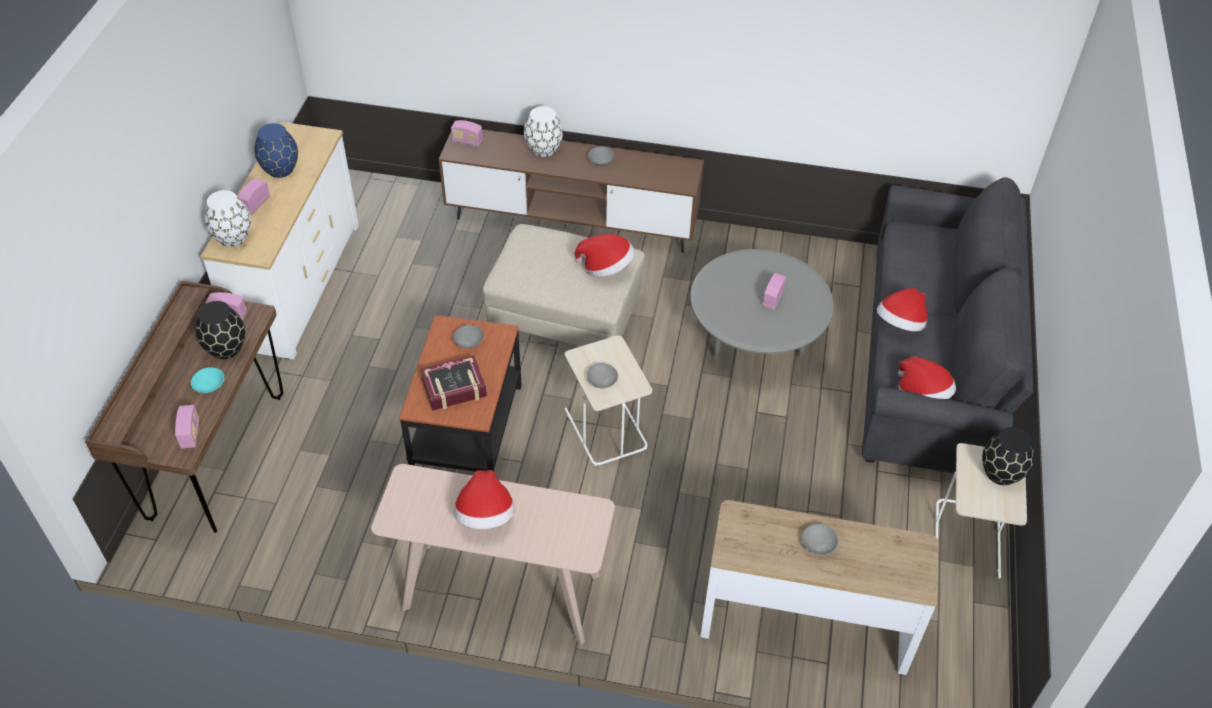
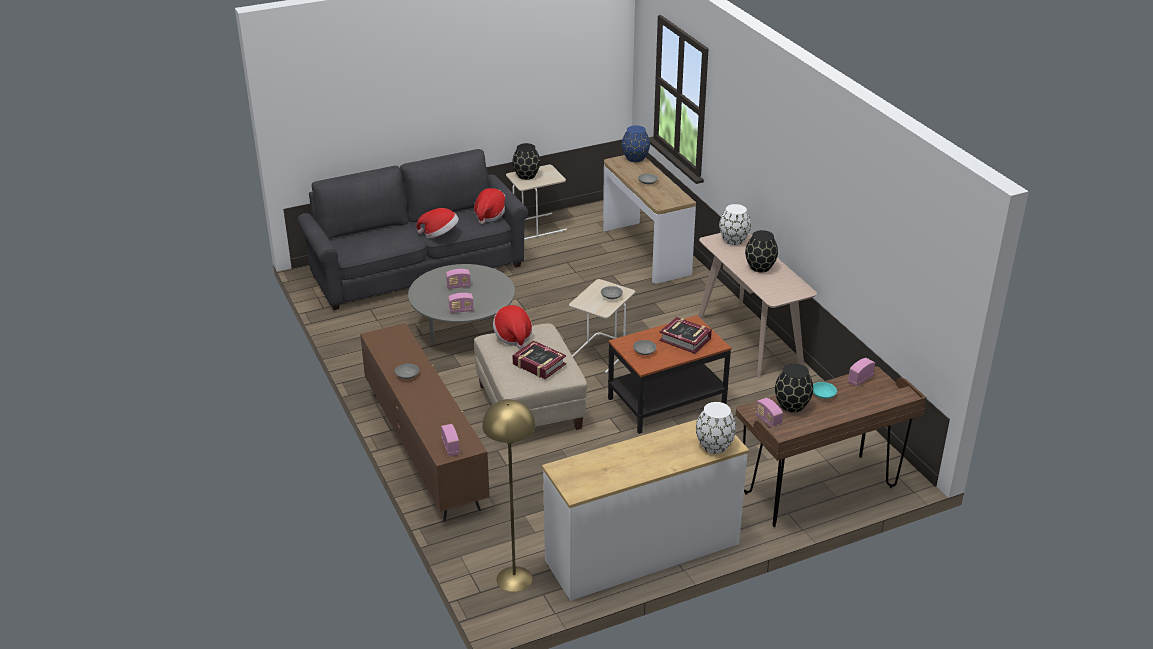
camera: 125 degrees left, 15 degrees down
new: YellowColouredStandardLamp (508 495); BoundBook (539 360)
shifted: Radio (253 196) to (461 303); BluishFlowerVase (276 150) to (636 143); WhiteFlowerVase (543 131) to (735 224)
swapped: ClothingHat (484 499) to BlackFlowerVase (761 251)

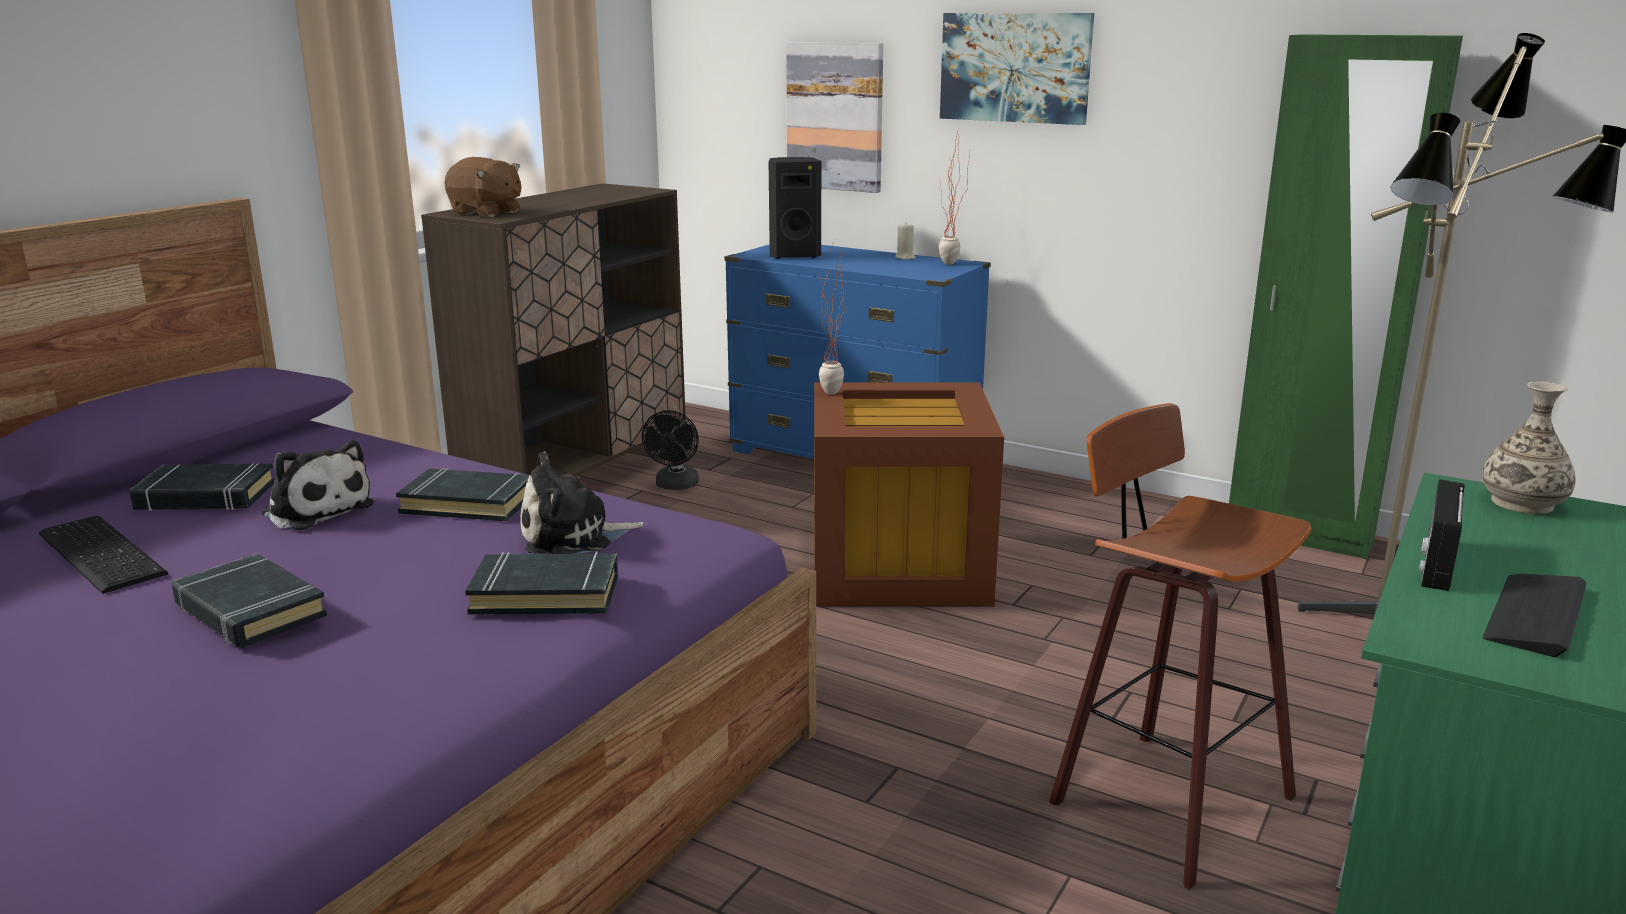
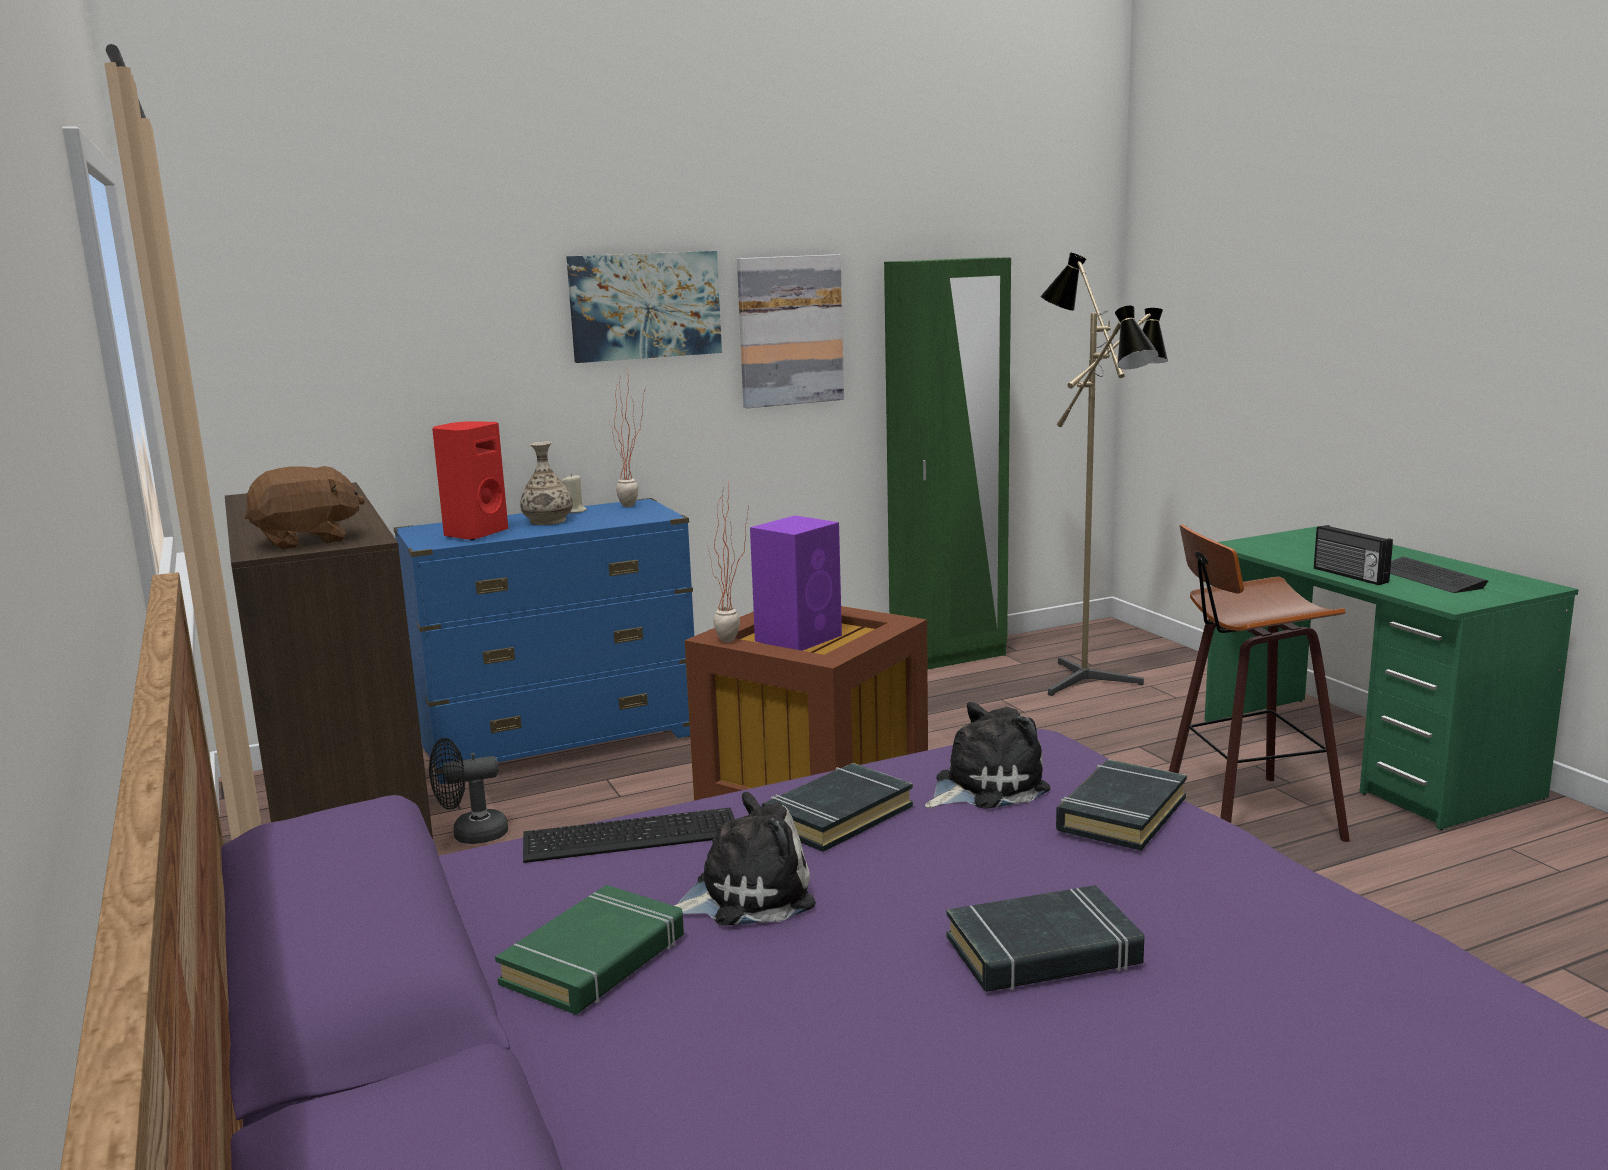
camera: 55 degrees left, 5 degrees down
new: PurpleColouredLoudspeaker (796 583)
shifted: FlowerVase (1529 448) to (546 483); PcKeyboard (103 555) to (629 835); Picture (834 117) to (790 331)
repainted: BlackLoudspeaker (795 208) to RedLoudspeaker (470 481); BlackBoundBook (202 487) to GreenBoundBook (589 950)
rotated: BlackCoolingFan (670 450) = (468 791) 120 degrees clockwise; SoftToy (582 502) = (987 755) 135 degrees counterclockwise

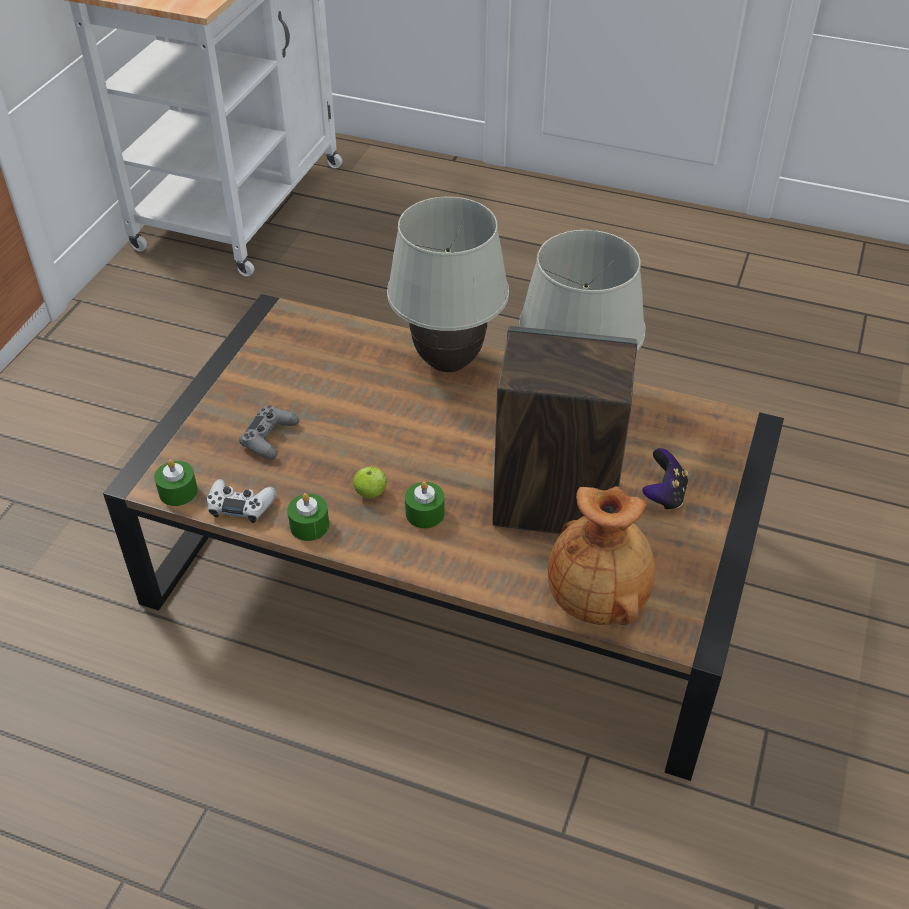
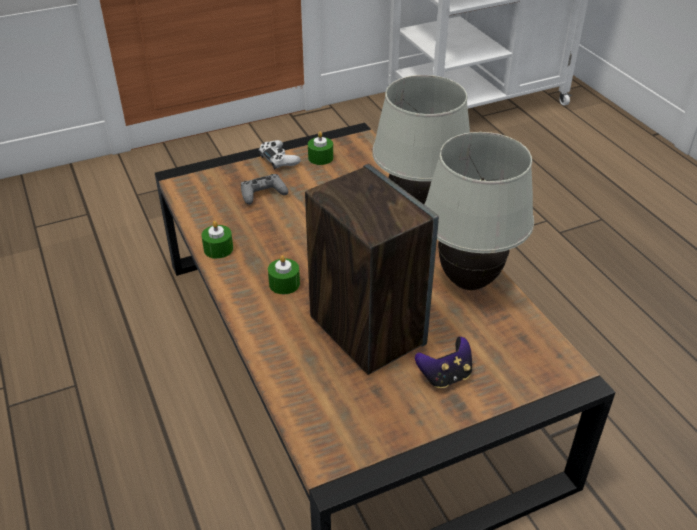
camera: 45 degrees right, 5 degrees down
gone: AppleFruit (370 482); BrownColouredFlowerVase (601 555)
shifted: WhiteJoypad (241 501) to (279 155); GreenWaxCandle (176 482) to (320 148)

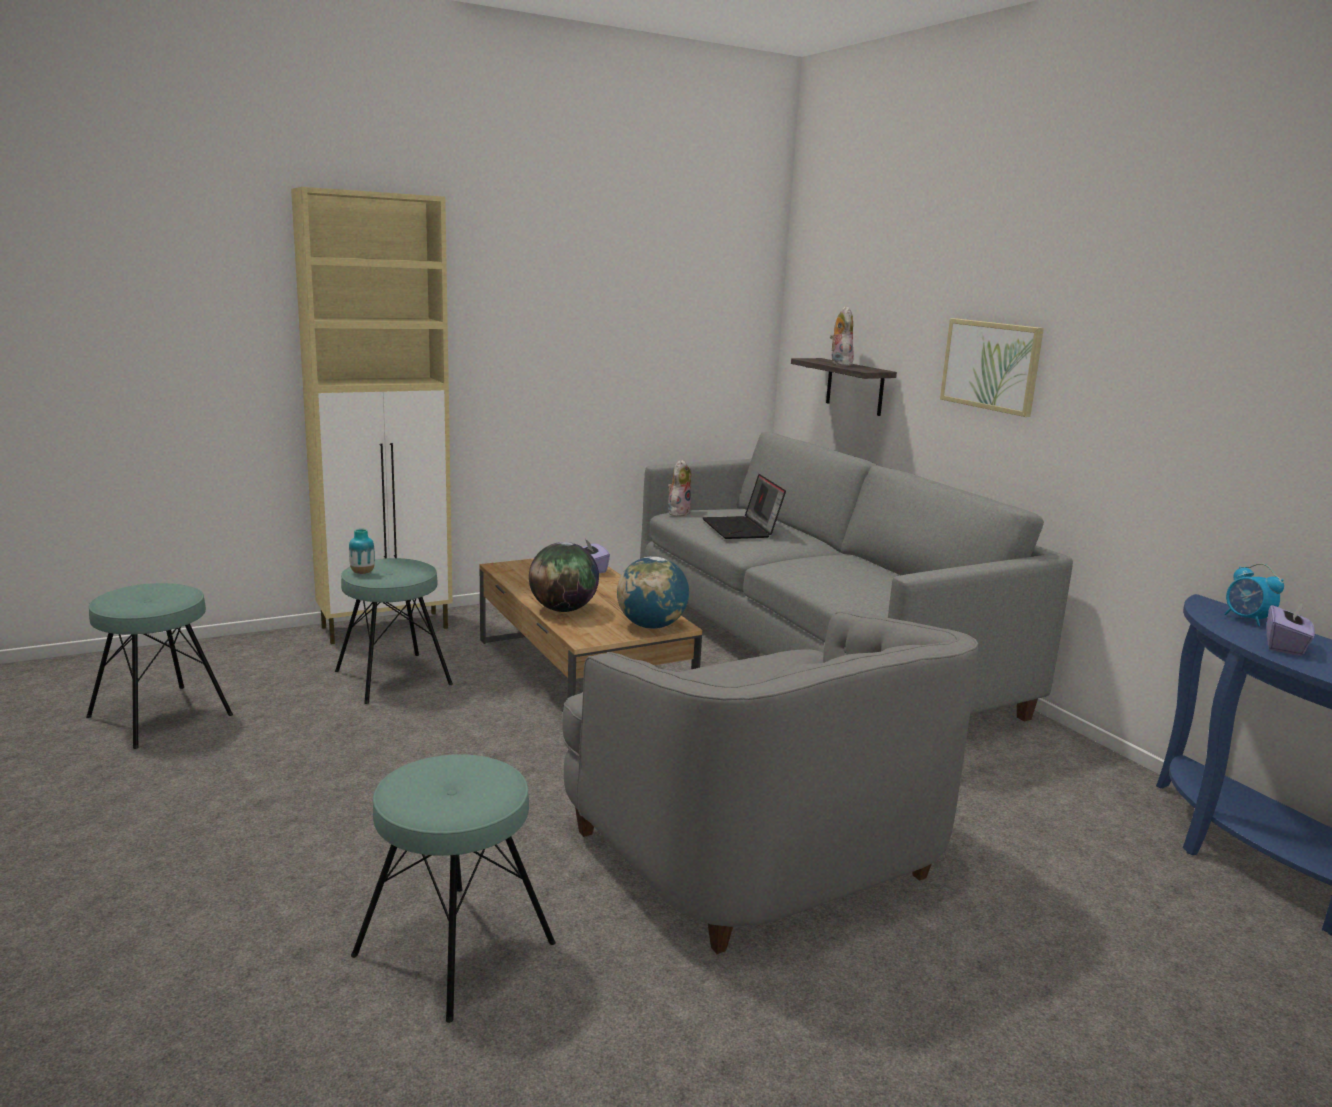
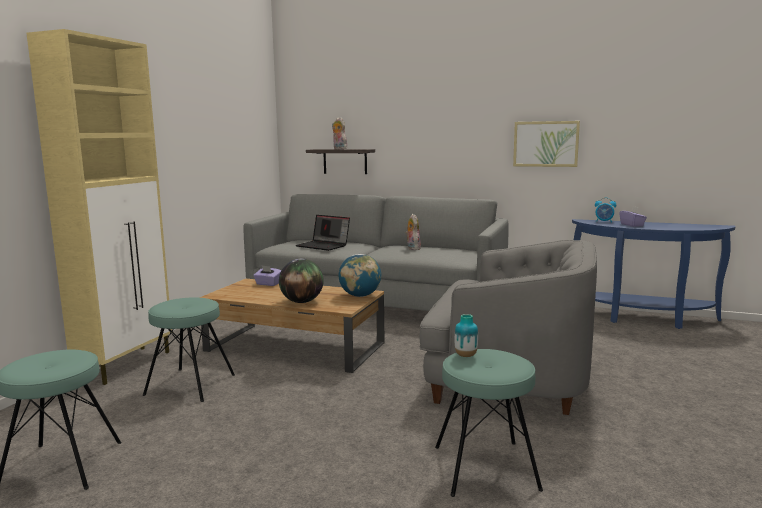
camera: 40 degrees left, 5 degrees down
shifted: SoftToy (679 488) to (413 232); FlowerVase (362 551) to (466 335); Picture (992 367) to (546 144)

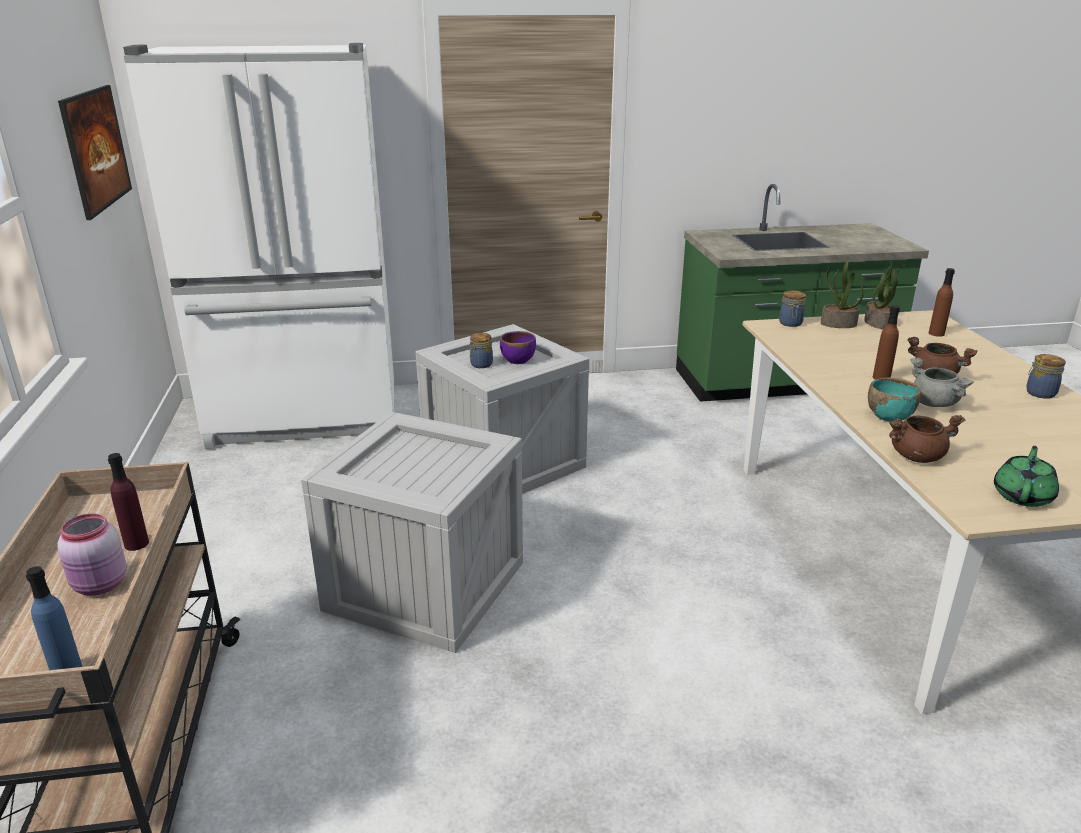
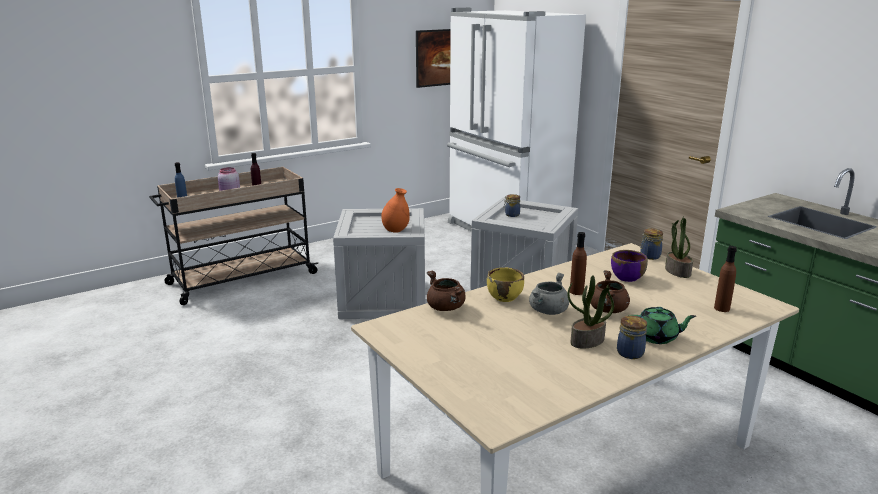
camera: 65 degrees right, 5 degrees down
new: OrangeyFlowerVase (395 210)
shifted: Houseplant (884 295) to (591 311); PurpleColouredServingBowl (518 347) to (629 266); GreenTeaPot (1026 476) to (662 325)
repainted: TurquoiseColouredServingBowl (894 400) to YellowColouredServingBowl (505 284)

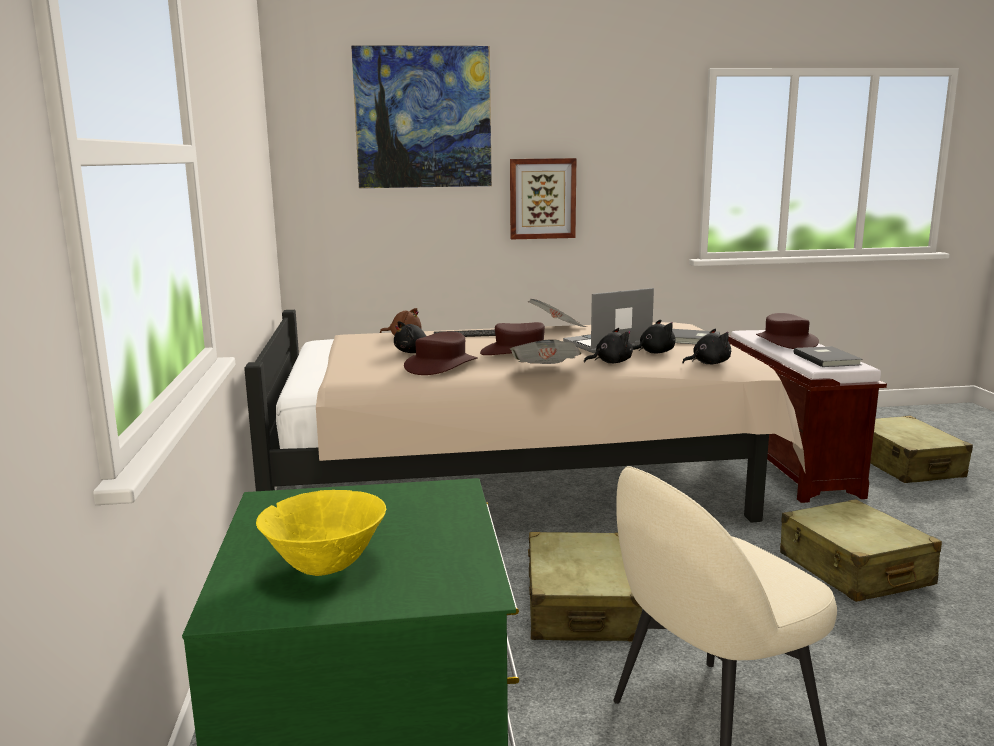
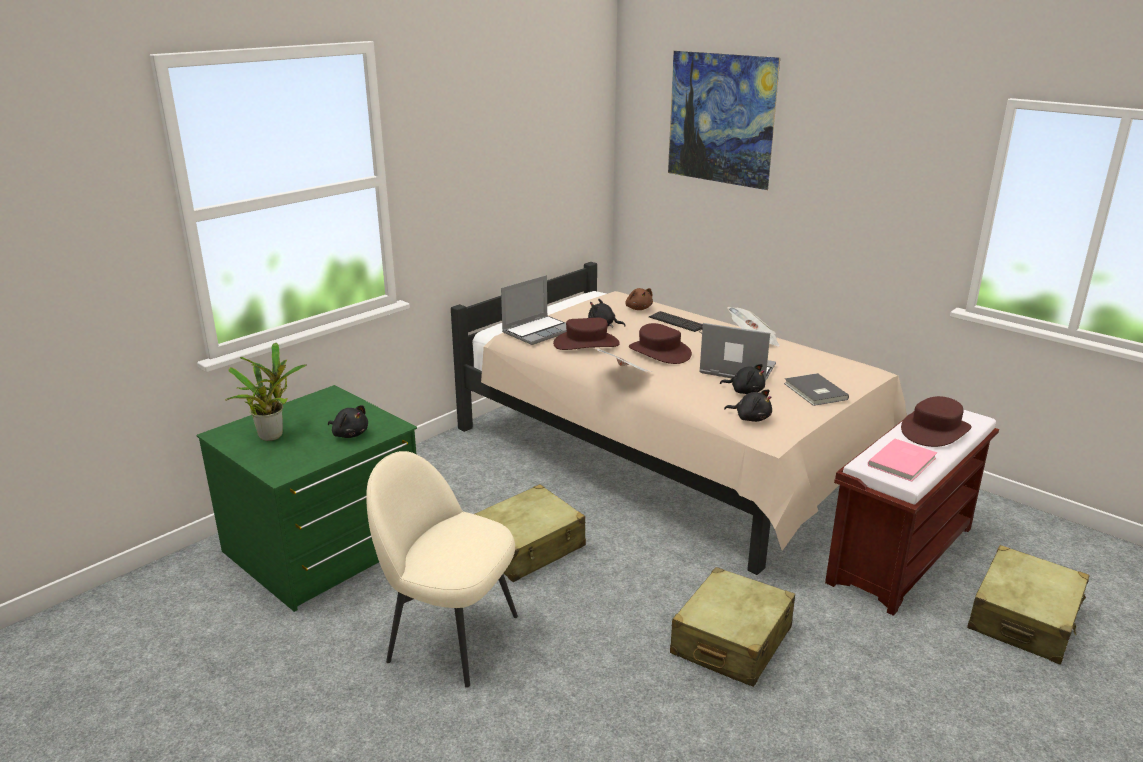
camera: 50 degrees right, 10 degrees up
gone: Picture (543 198)
new: PortableComputer (534 310)
shifted: BlackSoftToy (608 346) to (348 421)
swapped: YellowColouredServingBowl (321 533) to Houseplant (265 392)
repainted: GrayBoundBook (828 356) to PinkishBoundBook (902 460)

